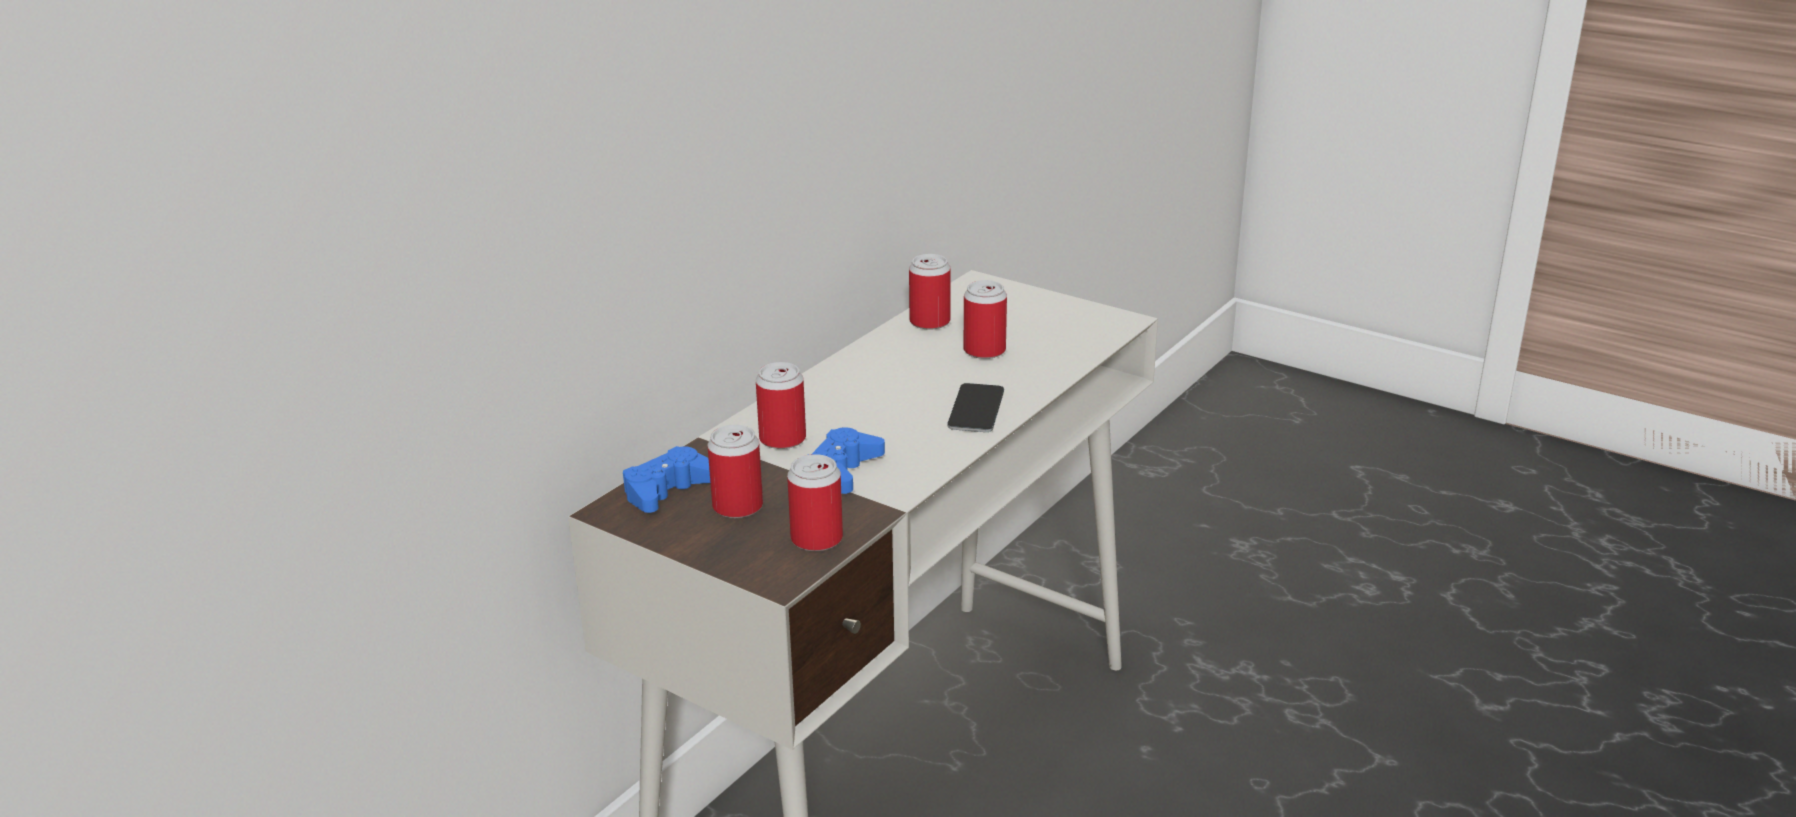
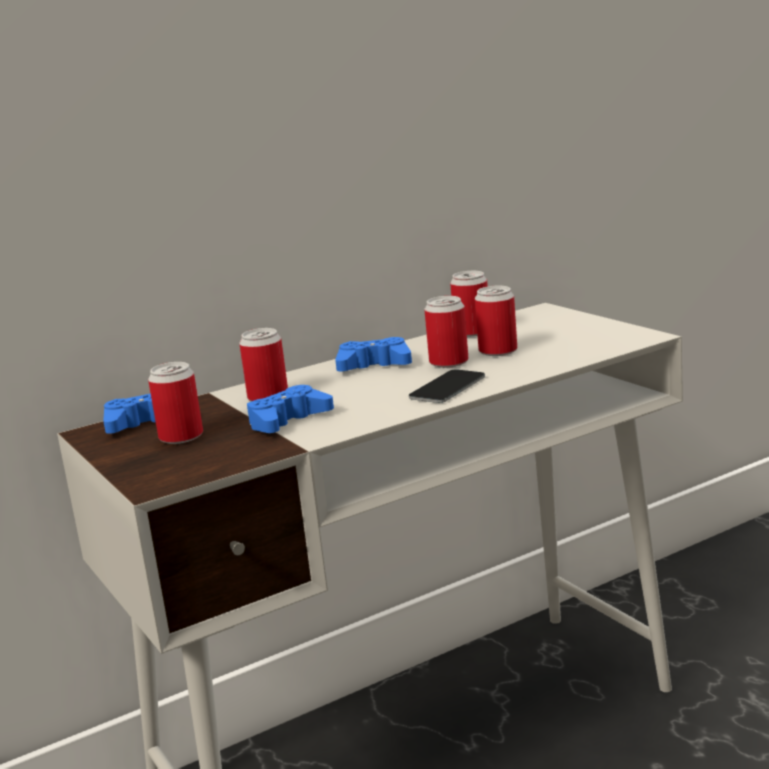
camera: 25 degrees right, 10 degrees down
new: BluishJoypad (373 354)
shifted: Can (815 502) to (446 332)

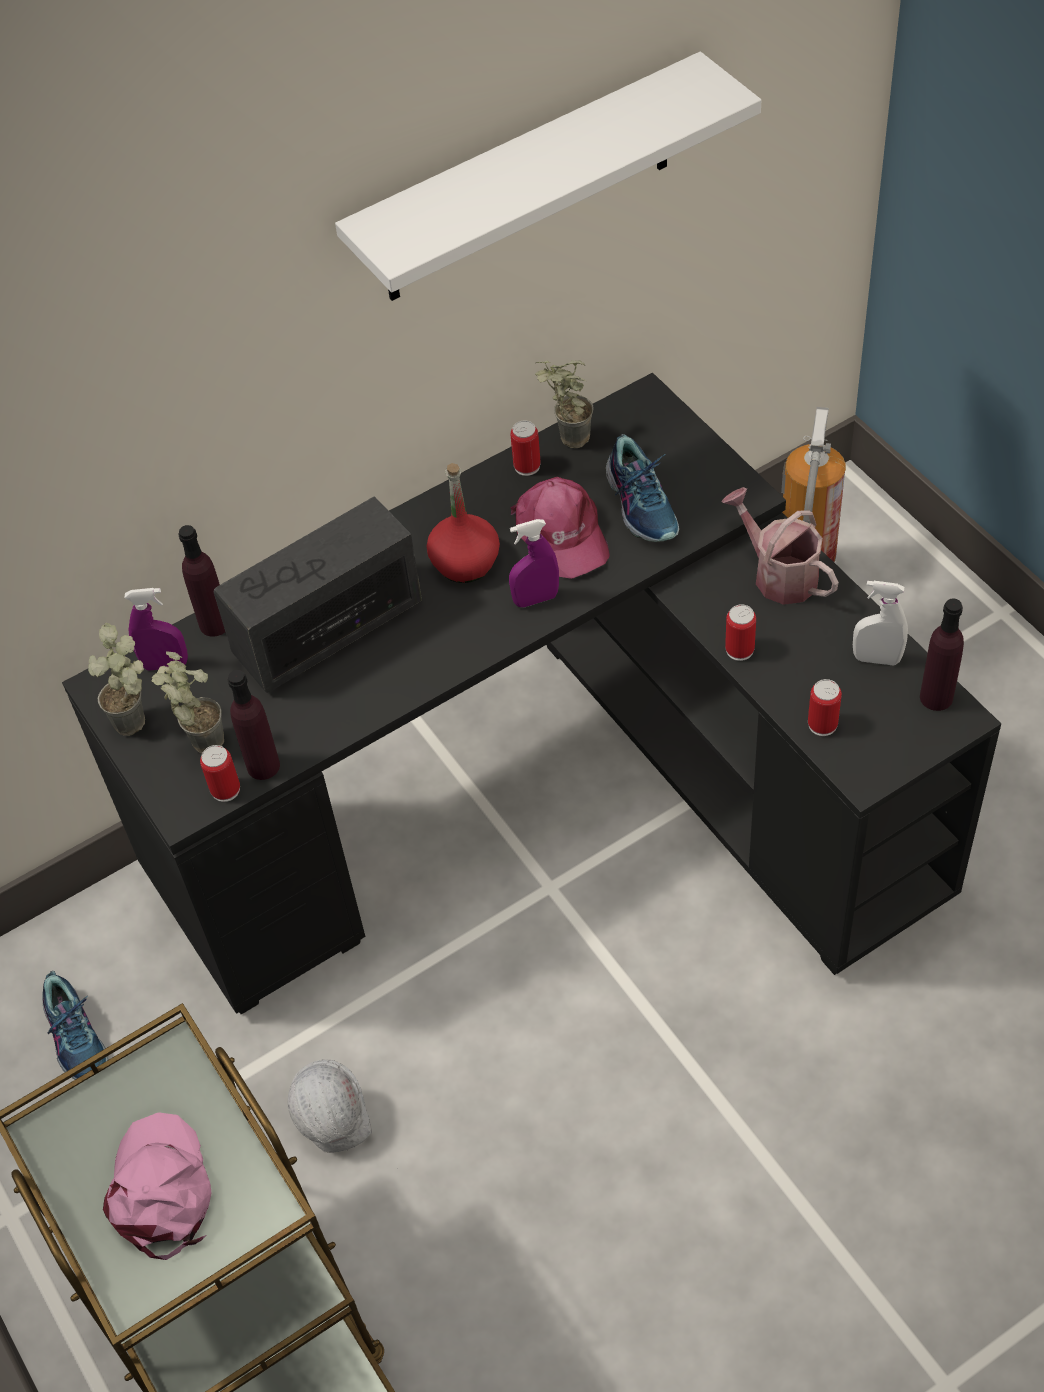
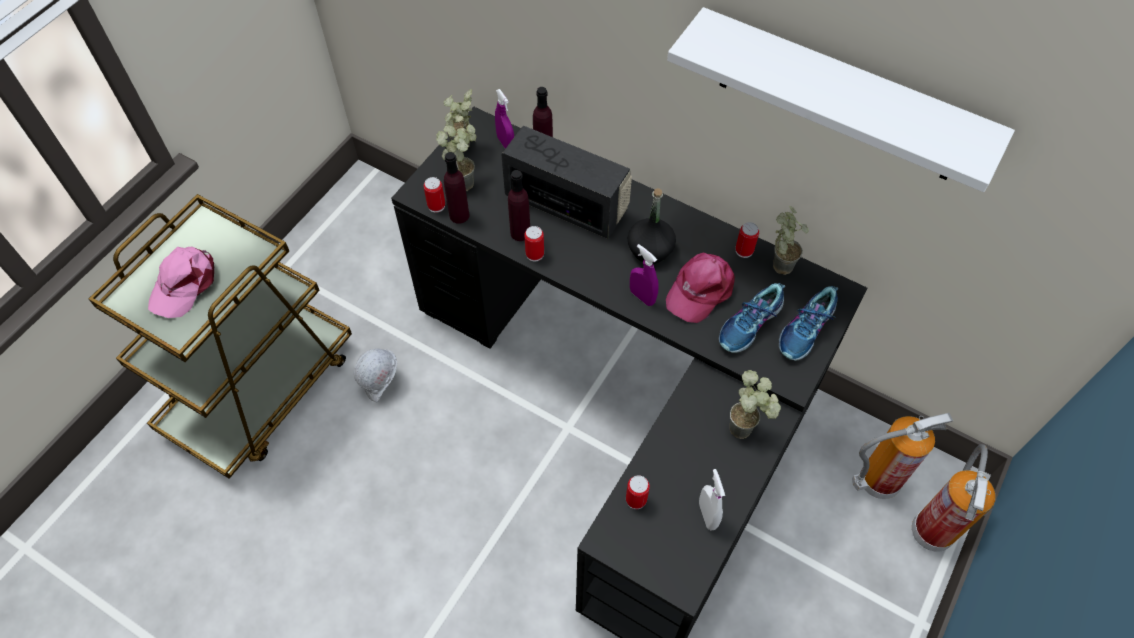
camera: 60 degrees right, 5 degrees up
new: FireFightingCylinder (954 497)
shifted: PurpleColouredBottle (942 654) to (519 205); Can (740 632) to (534 244); LowShoe (76 1025) to (808 323)
swapped: WateringCan (780 546) to Houseplant (755 404)
repainted: RedBottle (463 523) to BlackBottle (652 226)
rotated: PinkishCap (157 1186) = (181 282) 150 degrees clockwise

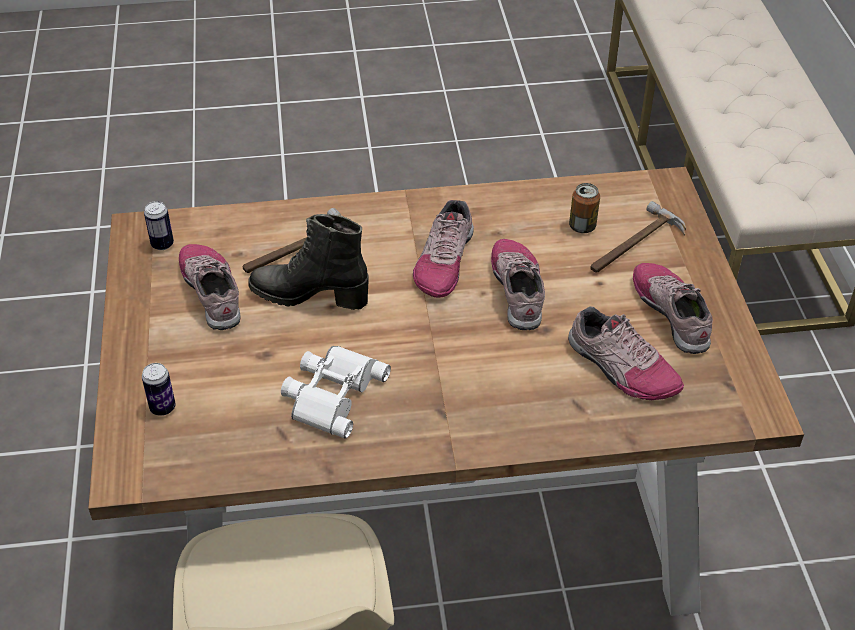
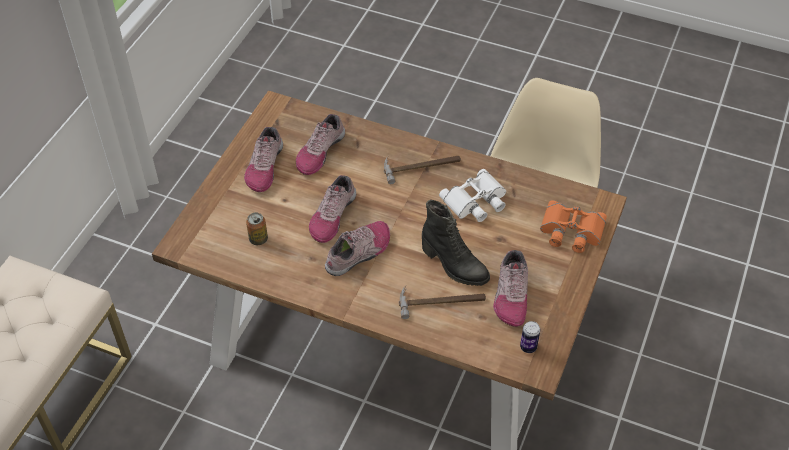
camera: 150 degrees left, 5 degrees up
shifted: Hammer (638 237) to (422 170)
swapped: Can (159 389) to OrangeyFieldGlasses (573 226)
rotated: LowShoe (626 353) = (320 144) 135 degrees counterclockwise

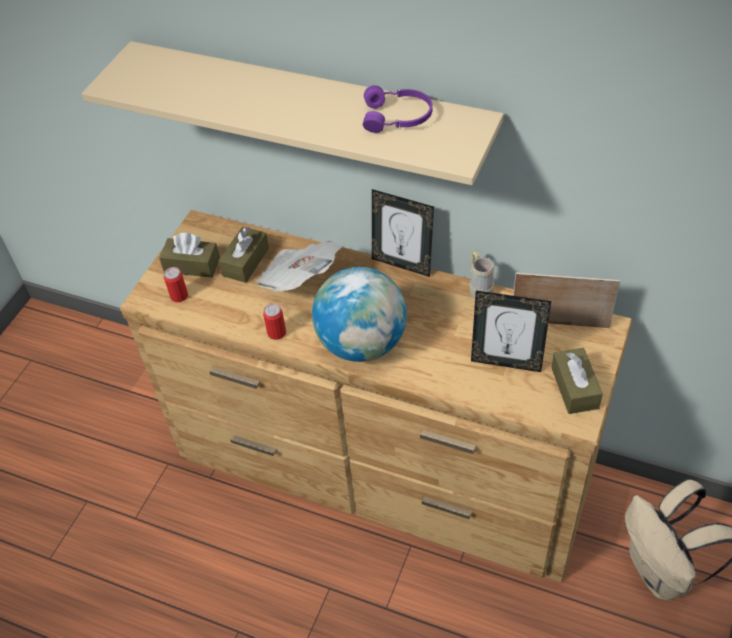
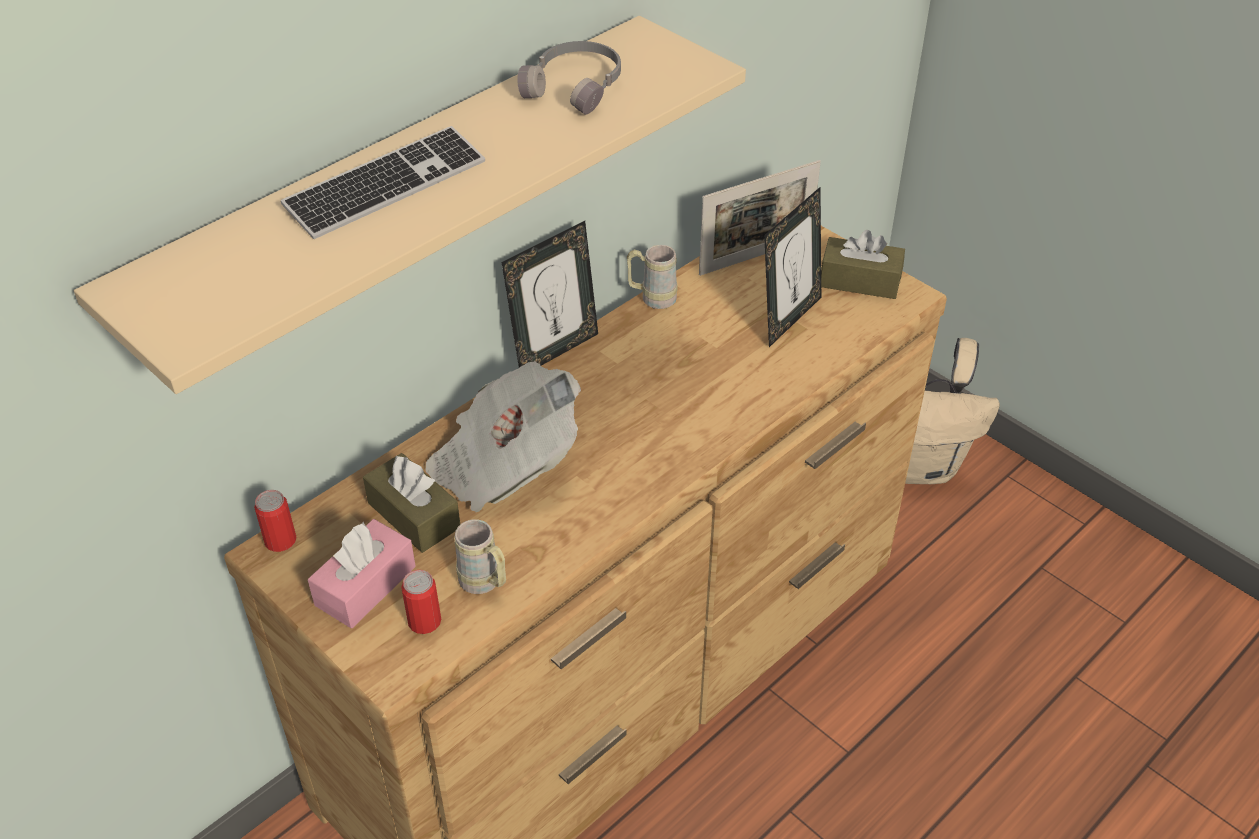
camera: 70 degrees left, 5 degrees down
gone: DeskGlobe (359 314)
new: PcKeyboard (383 182); BeigeColouredCoffeeMug (480 556)
shifted: Can (274 322) to (275 521)
repainted: BrownColouredTissueHolder (189 255) to PinkishTissueHolder (362 573); PurpleColouredHeadphones (397 109) to GrayHeadphones (569 78)
rotated: StandingFrame (566 300) = (760 218) 150 degrees counterclockwise

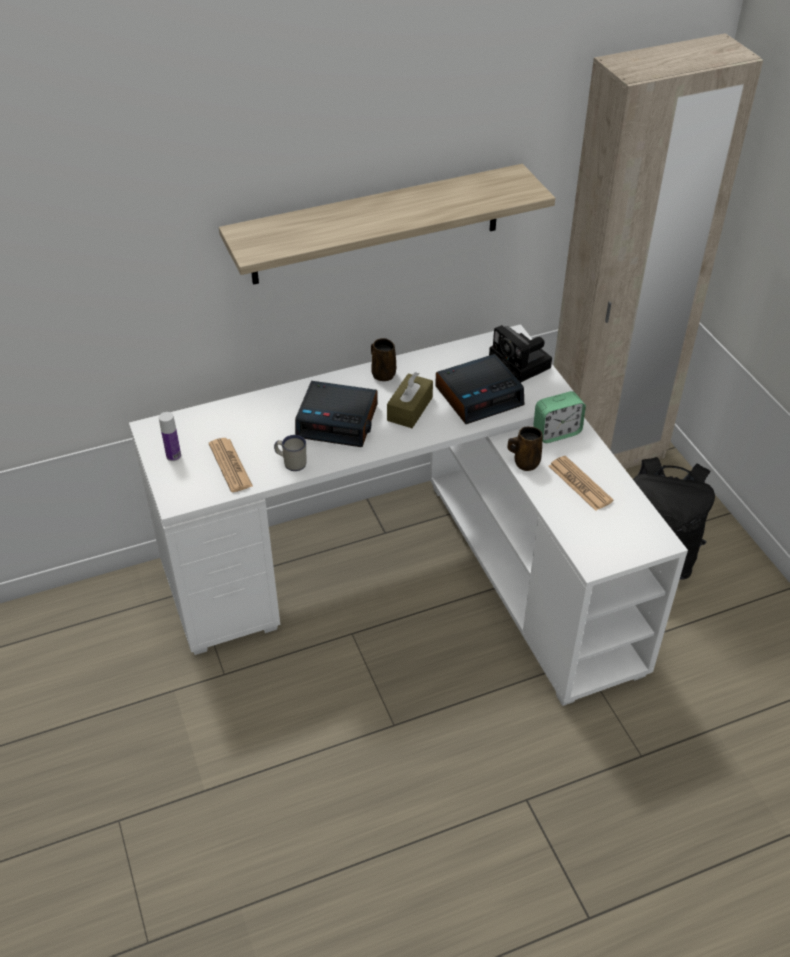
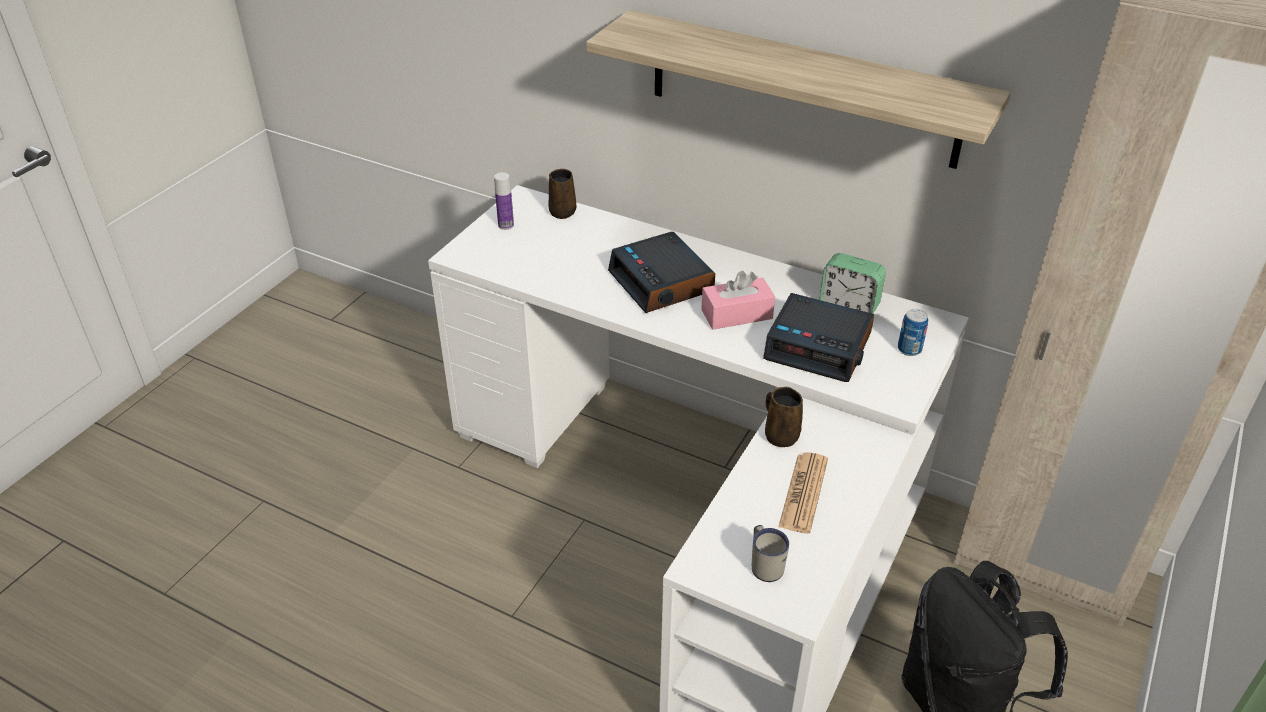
camera: 50 degrees right, 5 degrees down
gone: PrintedPaper (231 465)
shifted: BrownColouredCoffeeMug (383 359) to (562 194); WhiteCoffeeMug (290 453) to (770 553); AlarmClock (559 417) to (853 283)
swapped: StillCamera (520 353) to Can (913 332)
repainted: BrownColouredTissueHolder (410 400) to PinkishTissueHolder (738 300)

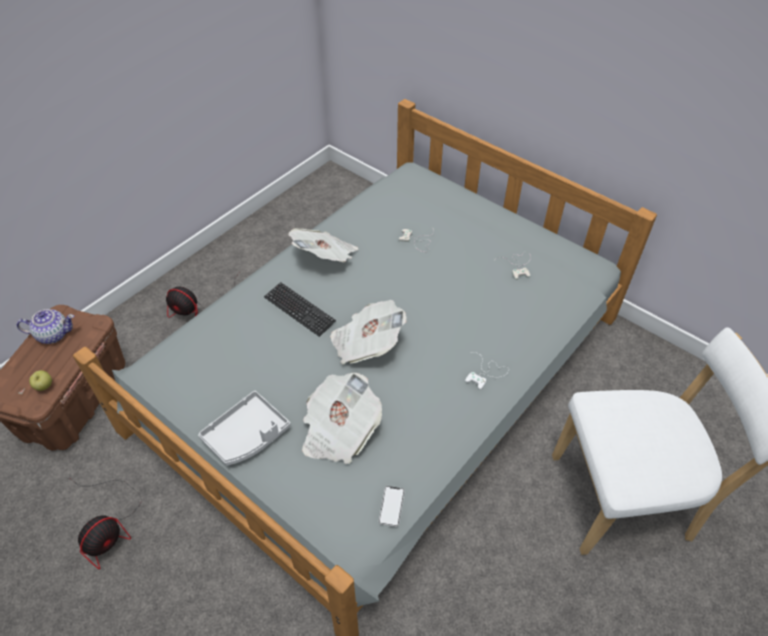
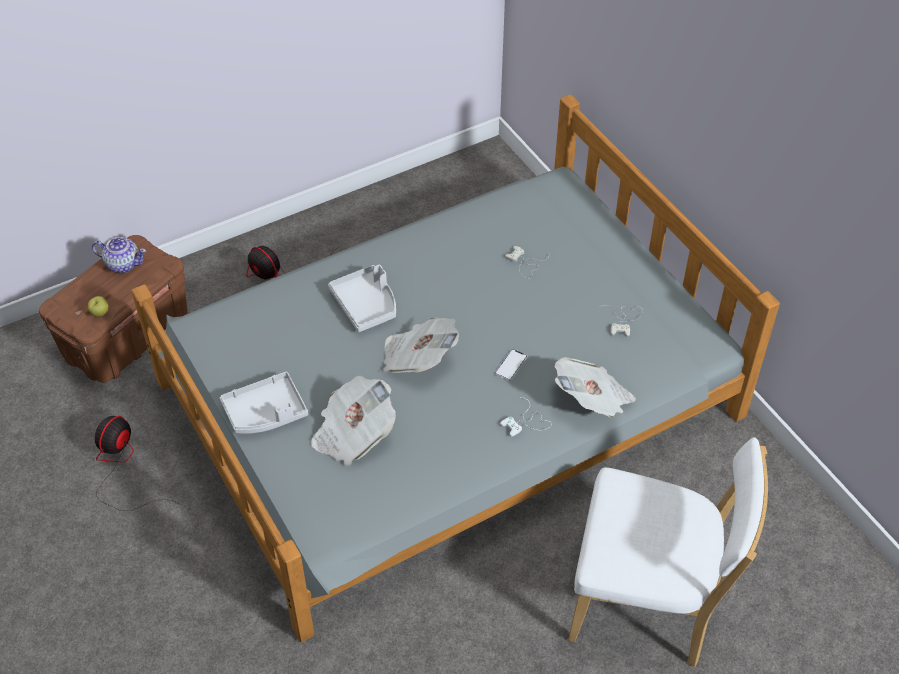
camera: 20 degrees right, 0 degrees up
shifted: Phone (391 506) to (511 365); PrintedPaper (323 245) to (595 387)
swapped: PcKeyboard (300 309) to GrayServingTray (362 298)
rotated: CoolingFan (106 523) = (138 463) 150 degrees clockwise

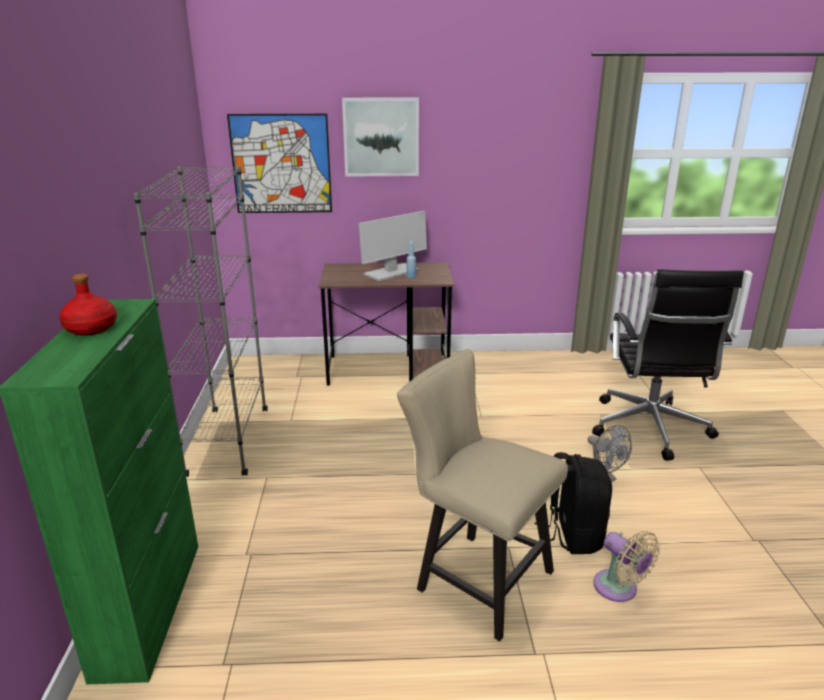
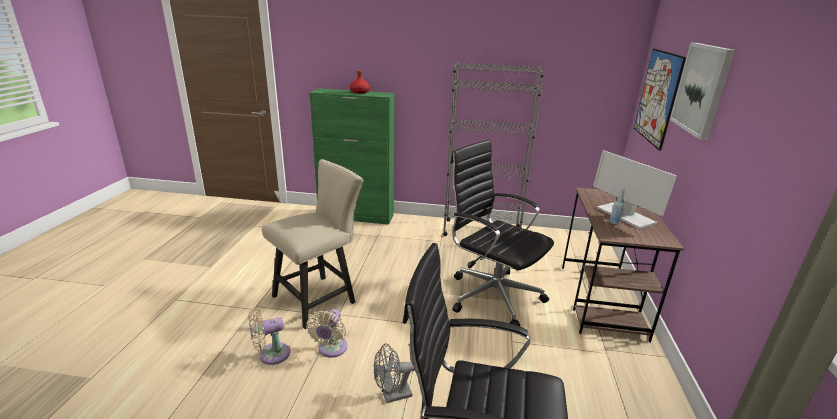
camera: 100 degrees right, 0 degrees up
new: BlackComputerChair (502 233)
swapped: BlackBackpack (573 503) to BeigeColouredCoolingFan (327 333)

